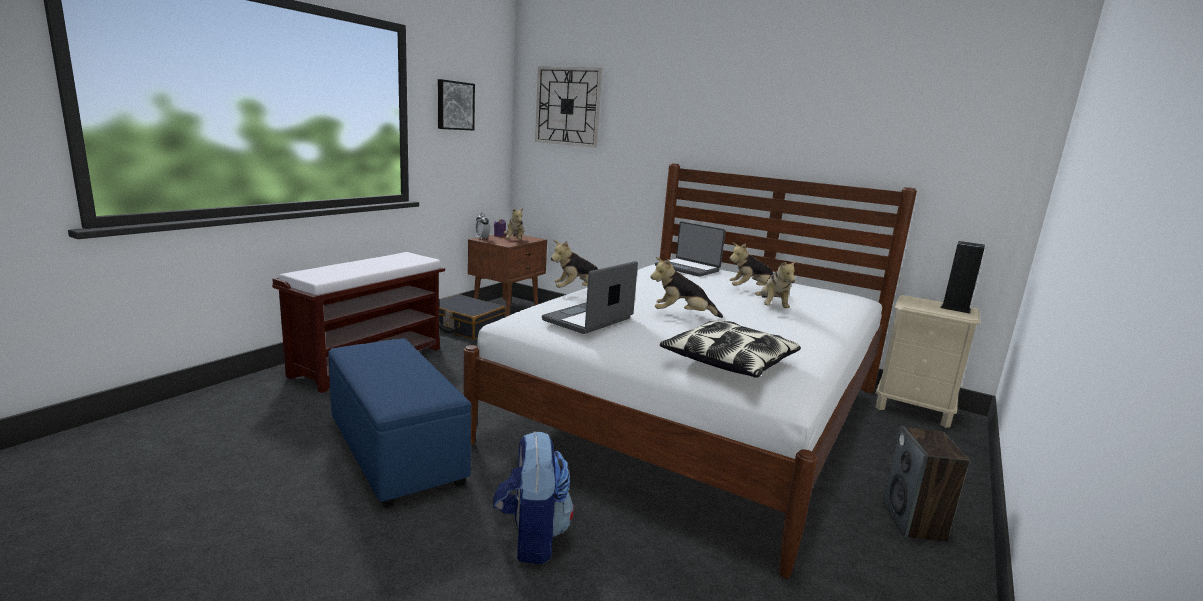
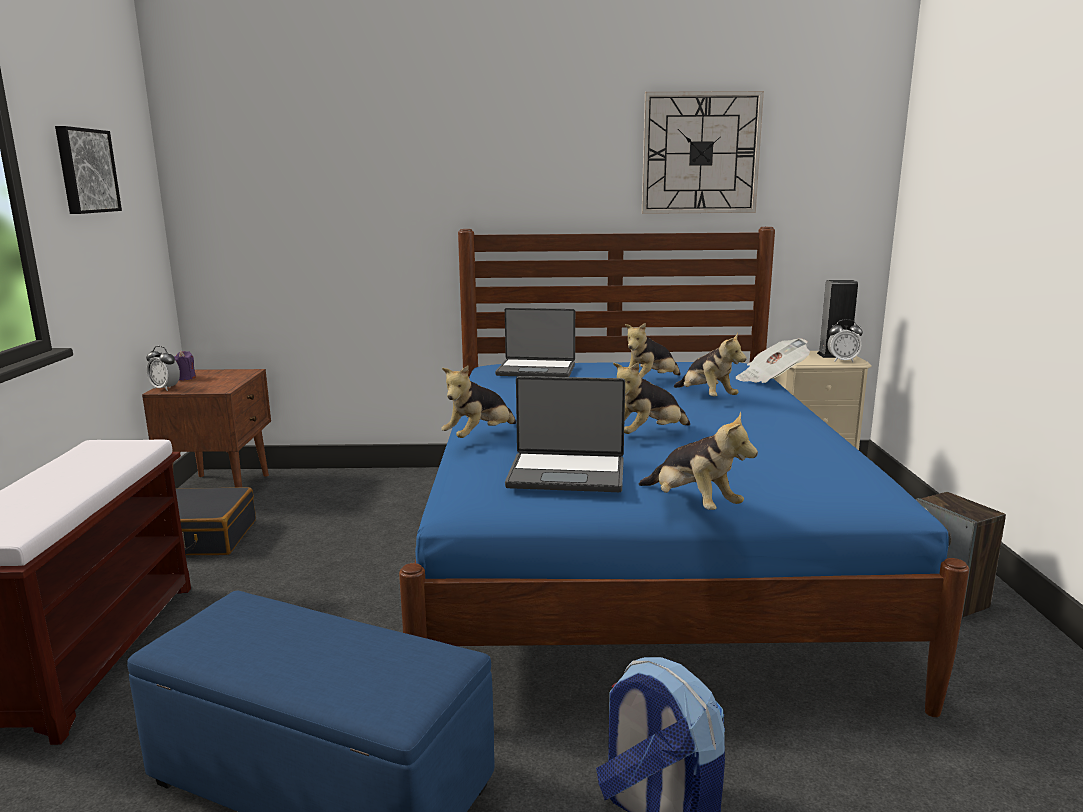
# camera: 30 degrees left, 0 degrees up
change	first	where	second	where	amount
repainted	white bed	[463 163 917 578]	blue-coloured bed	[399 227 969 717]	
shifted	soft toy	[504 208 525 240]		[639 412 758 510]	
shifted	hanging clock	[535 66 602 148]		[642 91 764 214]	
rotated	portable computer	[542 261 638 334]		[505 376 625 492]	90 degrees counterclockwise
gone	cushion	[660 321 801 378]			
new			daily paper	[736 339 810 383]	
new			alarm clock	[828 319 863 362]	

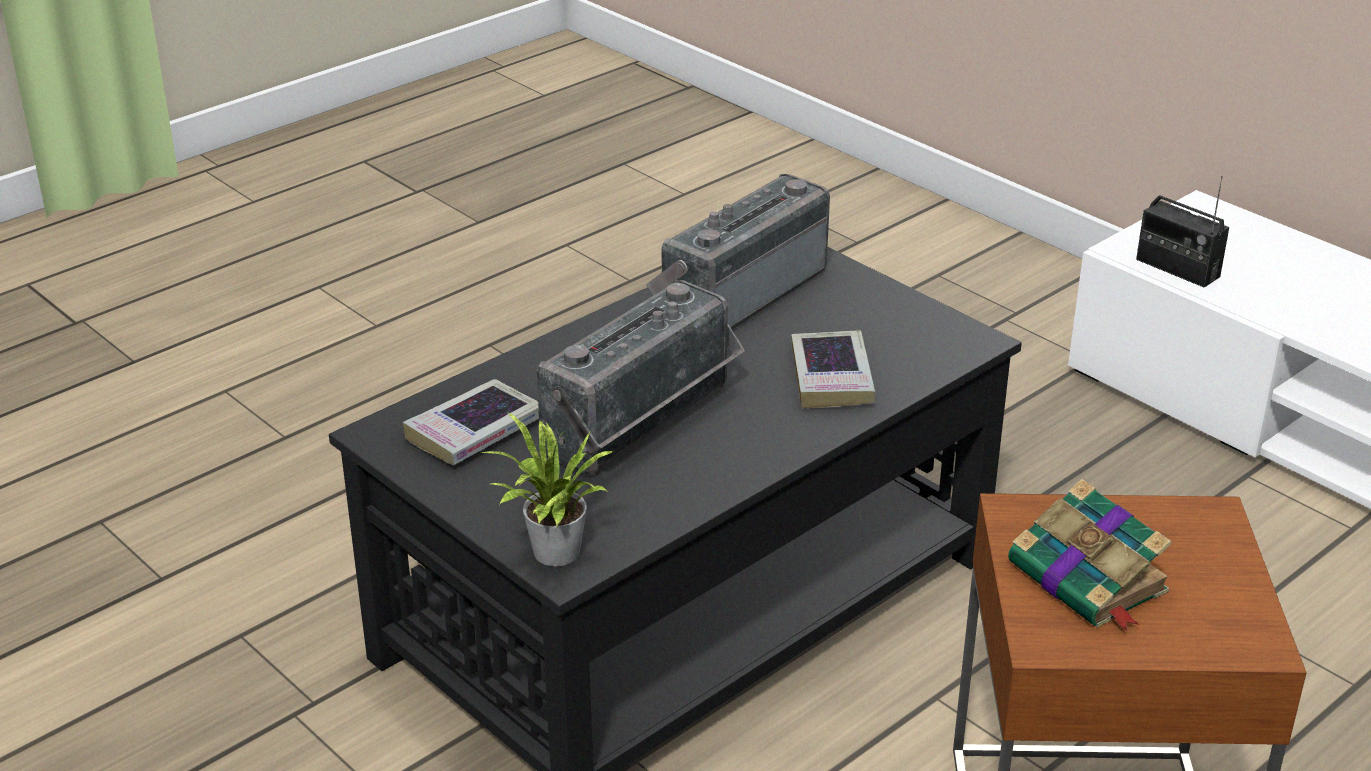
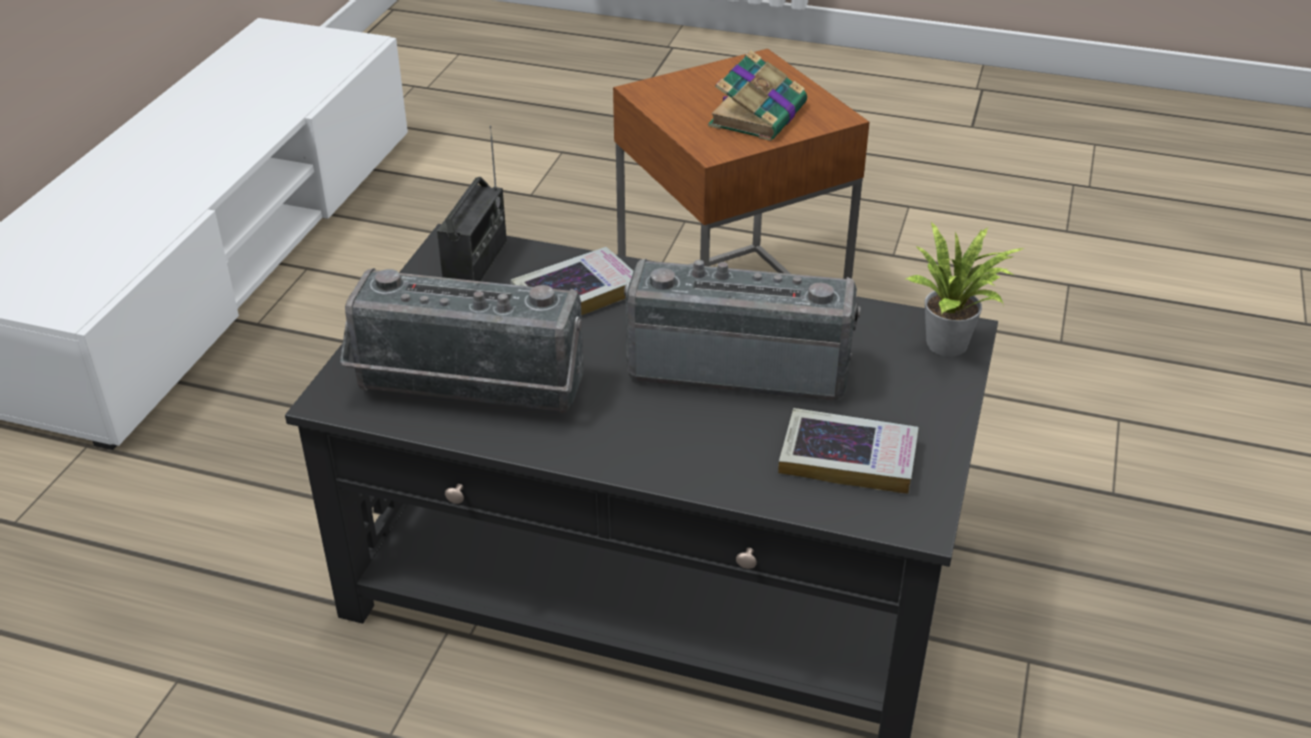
# camera: 120 degrees left, 5 degrees up
change	first	where	second	where	amount
shifted	radio receiver	[1136 176 1229 287]		[437 126 507 281]	

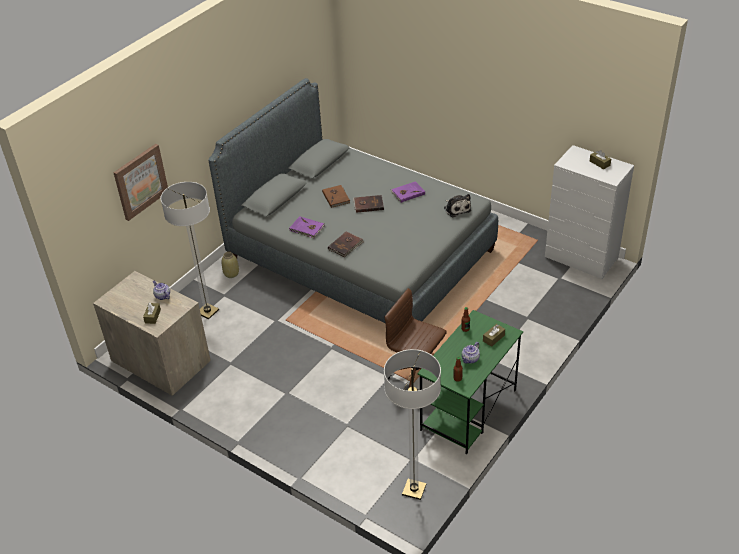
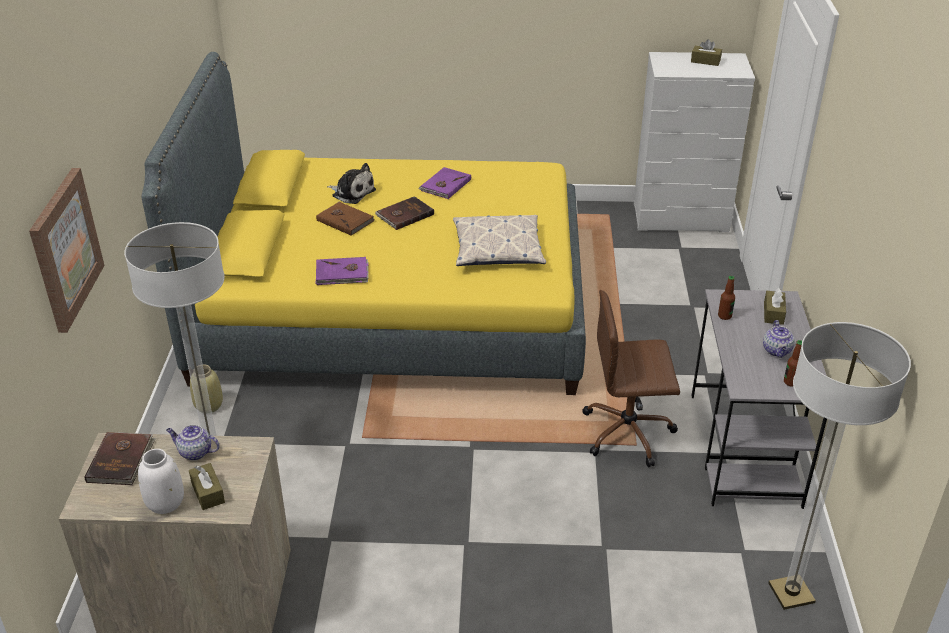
# camera: 35 degrees left, 5 degrees down
change	first	where	second	where	amount
repainted	greyish bed	[208 78 498 323]	yellow bed	[142 52 586 395]	
shifted	brownish volume	[328 232 364 257]		[85 432 156 485]	
repainted	greenish desk	[418 310 523 455]	greyish desk	[691 289 827 509]	
shifted	soft toy	[444 194 471 218]		[327 163 376 204]	
new			white flower vase	[138 449 184 514]	
new			cushion	[453 215 546 266]	

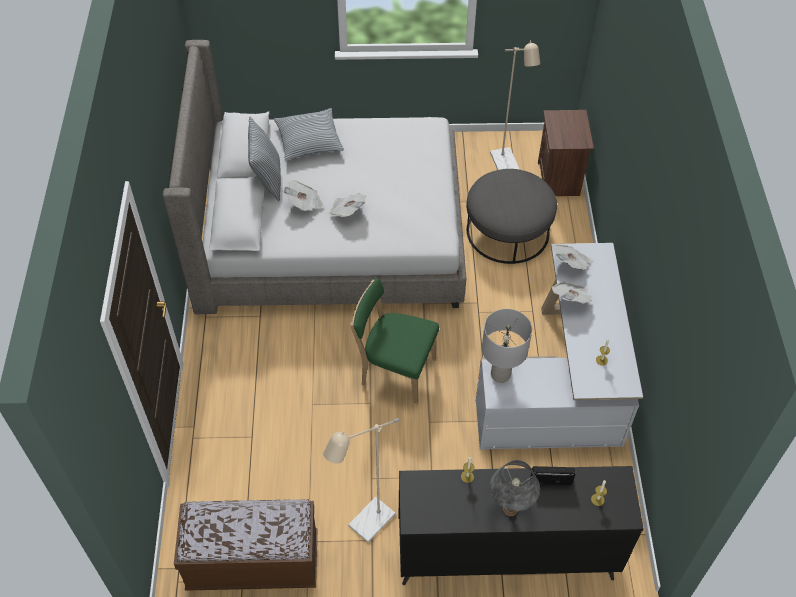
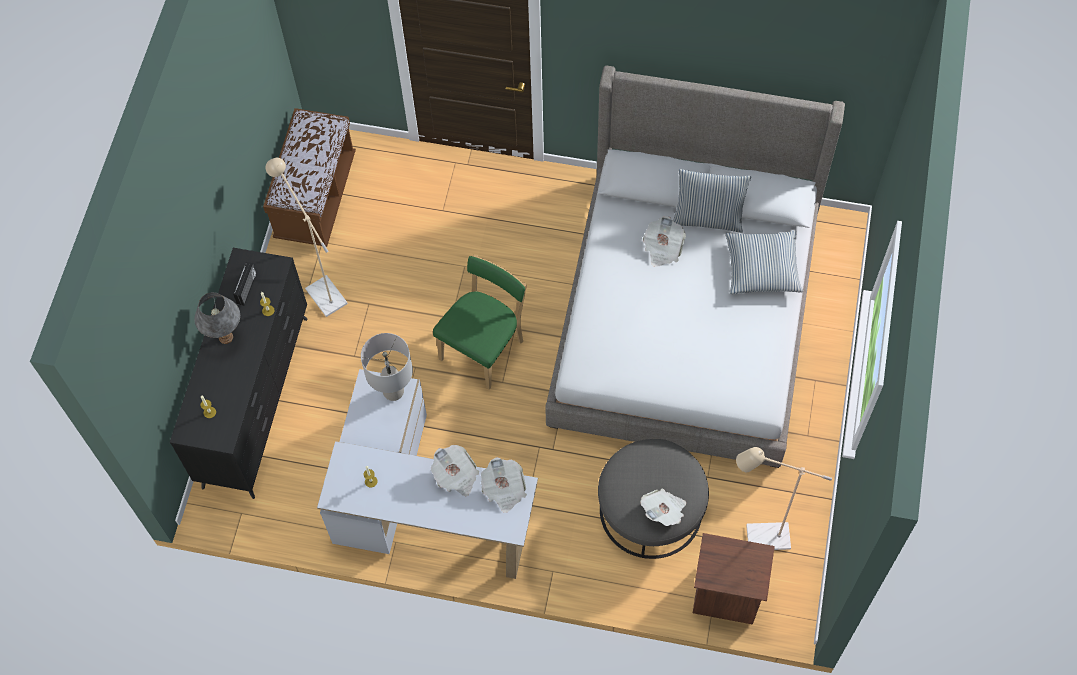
# camera: 105 degrees right, 10 degrees up
change	first	where	second	where	amount
shifted	daily paper	[329 193 367 217]		[641 489 686 526]	
shifted	radio receiver	[530 466 575 485]		[233 262 256 306]	

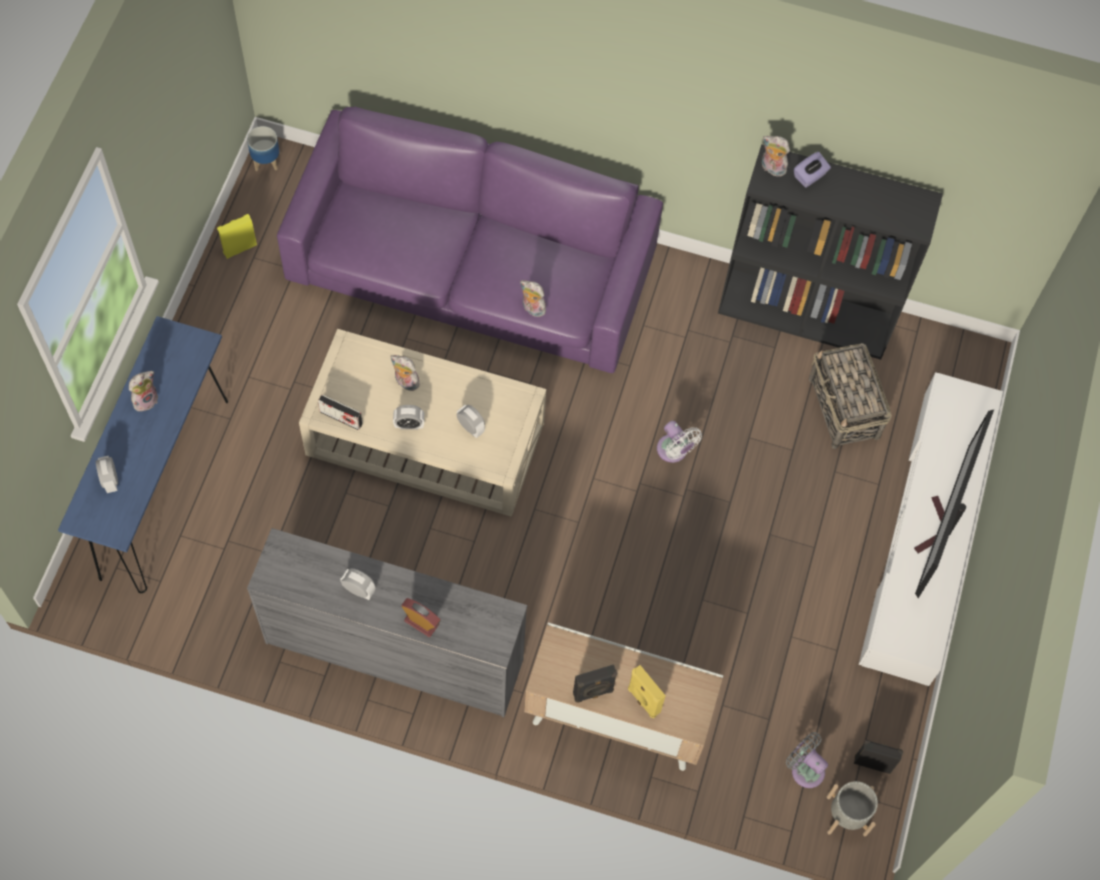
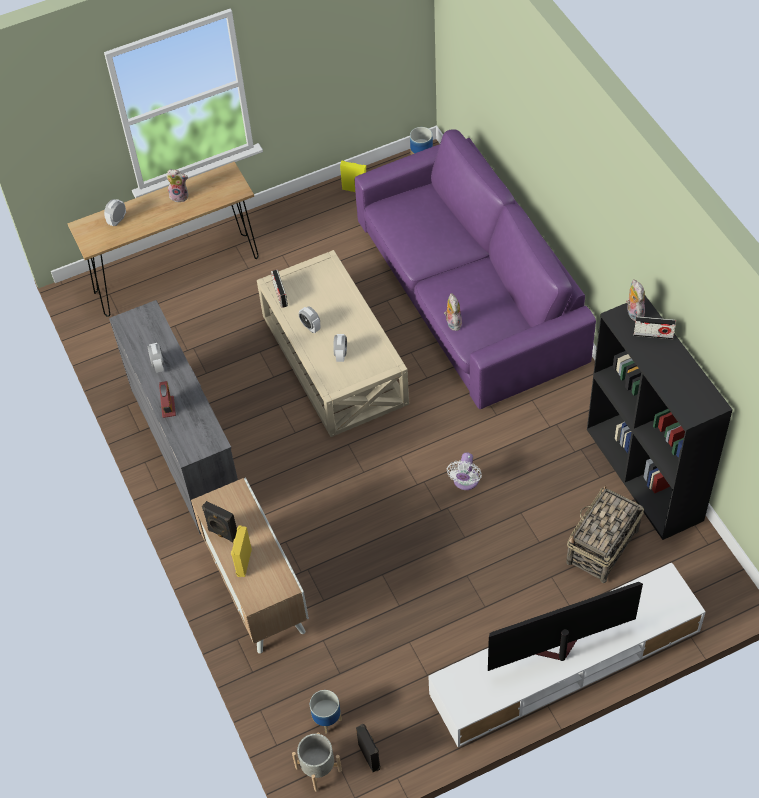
# camera: 55 degrees right, 10 degrees down
change	first	where	second	where	amount
repainted	blue-coloured console table	[58 316 228 593]	brownish console table	[68 162 259 317]	
gone	soft toy	[391 355 420 391]			
swapped	greyish fan	[786 732 828 788]	flower pot	[310 690 342 733]	
swapped	purple-coloured box of tissues	[794 152 831 188]	radio receiver	[634 316 676 339]	

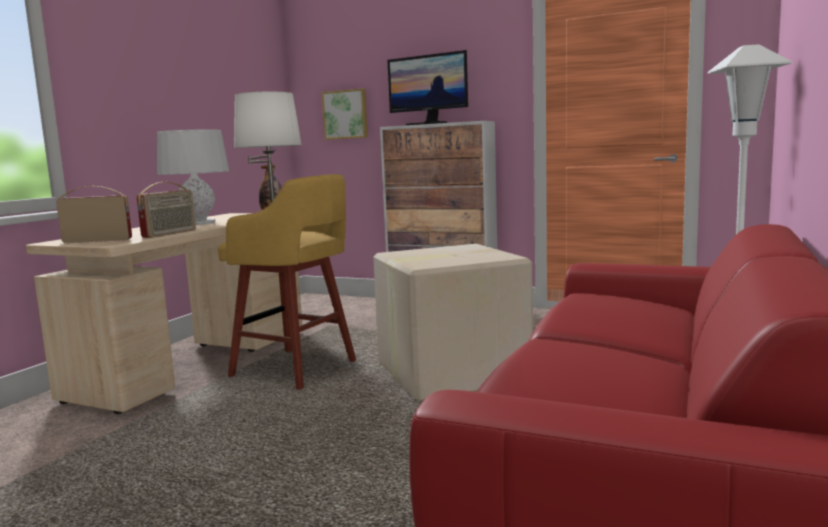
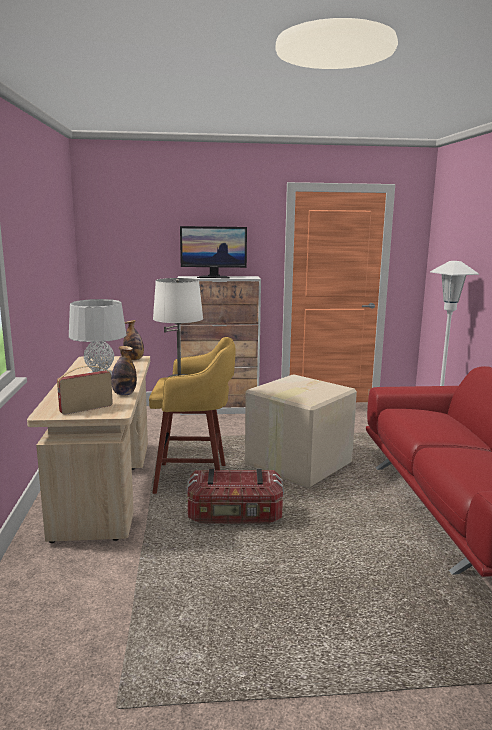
# camera: 30 degrees left, 5 degrees up
change	first	where	second	where	amount
swapped	radio receiver	[137 182 196 238]	drink bottle	[111 346 137 395]	
gone	wall picture	[322 89 368 140]			
new			storage box	[186 468 284 523]	

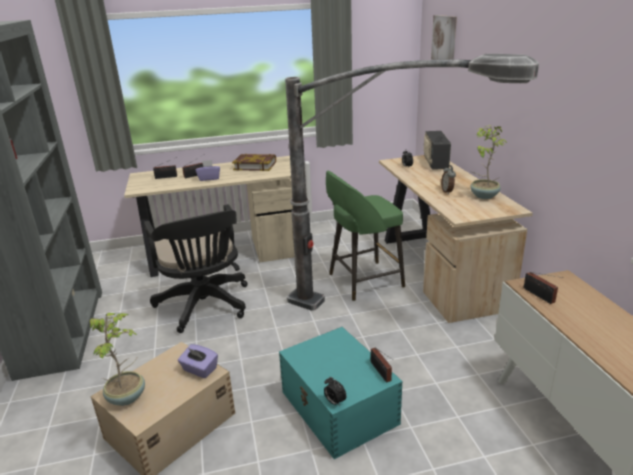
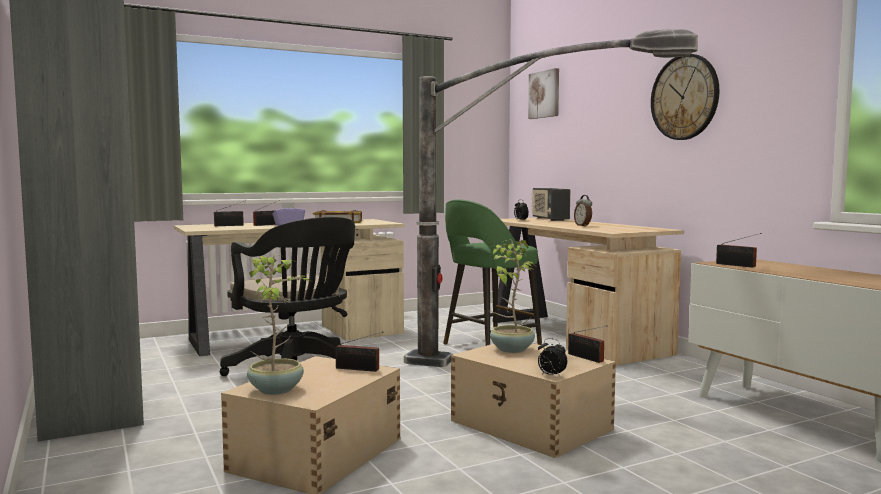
# camera: 15 degrees left, 20 degrees down
change	first	where	second	where	amount
swapped	purple-coloured box of tissues	[178 344 218 378]	radio receiver	[336 332 383 372]	
repainted	turquoise storage box	[279 327 403 459]	sand-coloured storage box	[451 343 616 458]	
shifted	plant in a pot	[470 125 507 199]		[490 240 535 353]	
new			hanging clock	[651 54 720 140]	

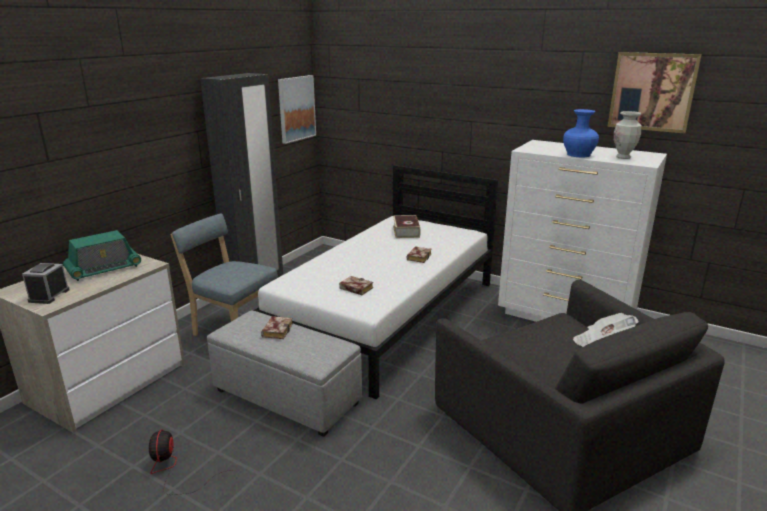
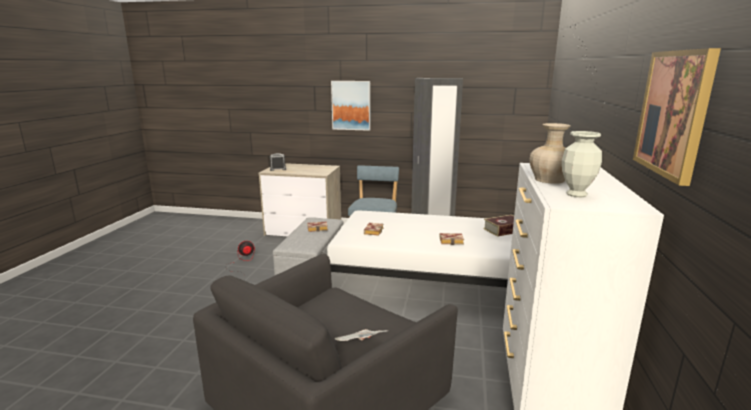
# camera: 70 degrees right, 5 degrees down
change	first	where	second	where	amount
gone	radio receiver	[63 230 141 281]			
shifted	wall picture	[278 75 316 144]		[331 81 370 131]	
repainted	blue-coloured flower vase	[563 109 599 157]	sand-coloured flower vase	[530 123 571 184]	

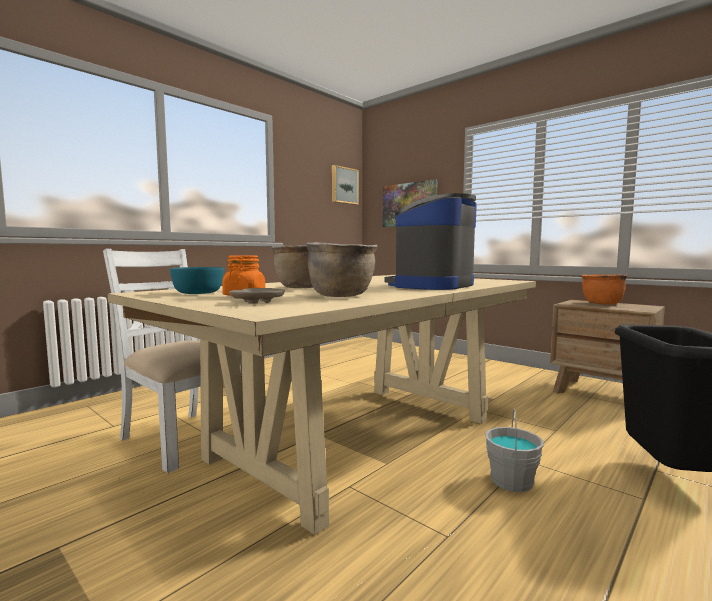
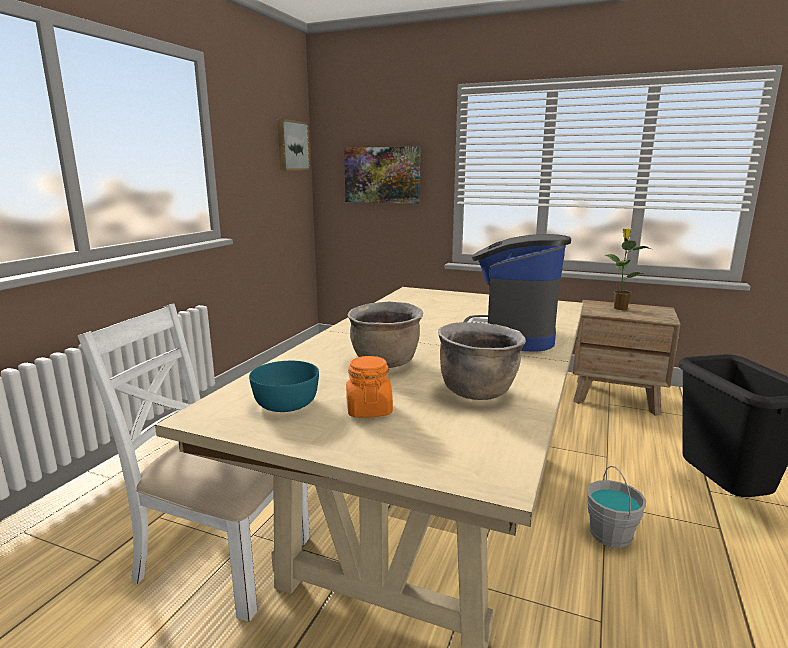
# camera: 20 degrees left, 10 degrees up
change	first	where	second	where	amount
gone	sand-coloured flat dish	[229 288 285 304]			
swapped	orange-coloured saucepot	[581 274 628 305]	plant in a pot	[605 228 651 310]	

